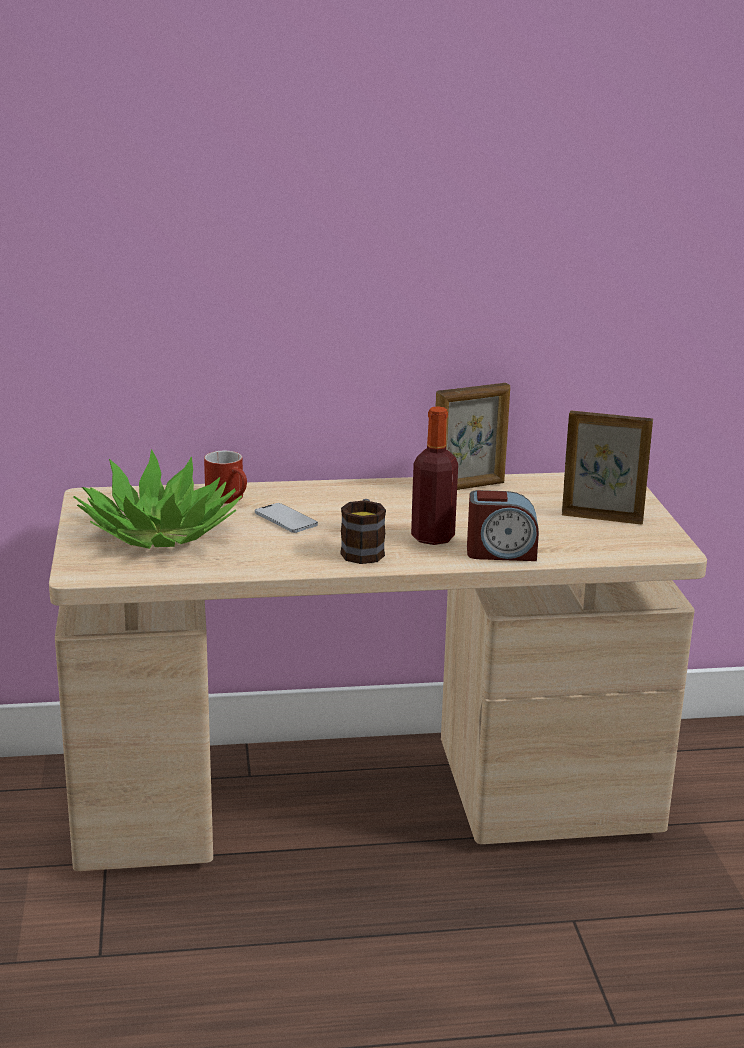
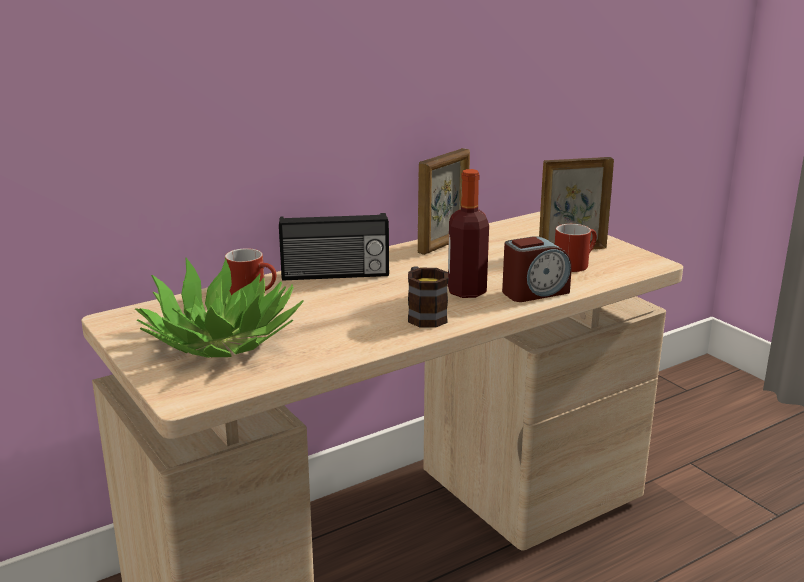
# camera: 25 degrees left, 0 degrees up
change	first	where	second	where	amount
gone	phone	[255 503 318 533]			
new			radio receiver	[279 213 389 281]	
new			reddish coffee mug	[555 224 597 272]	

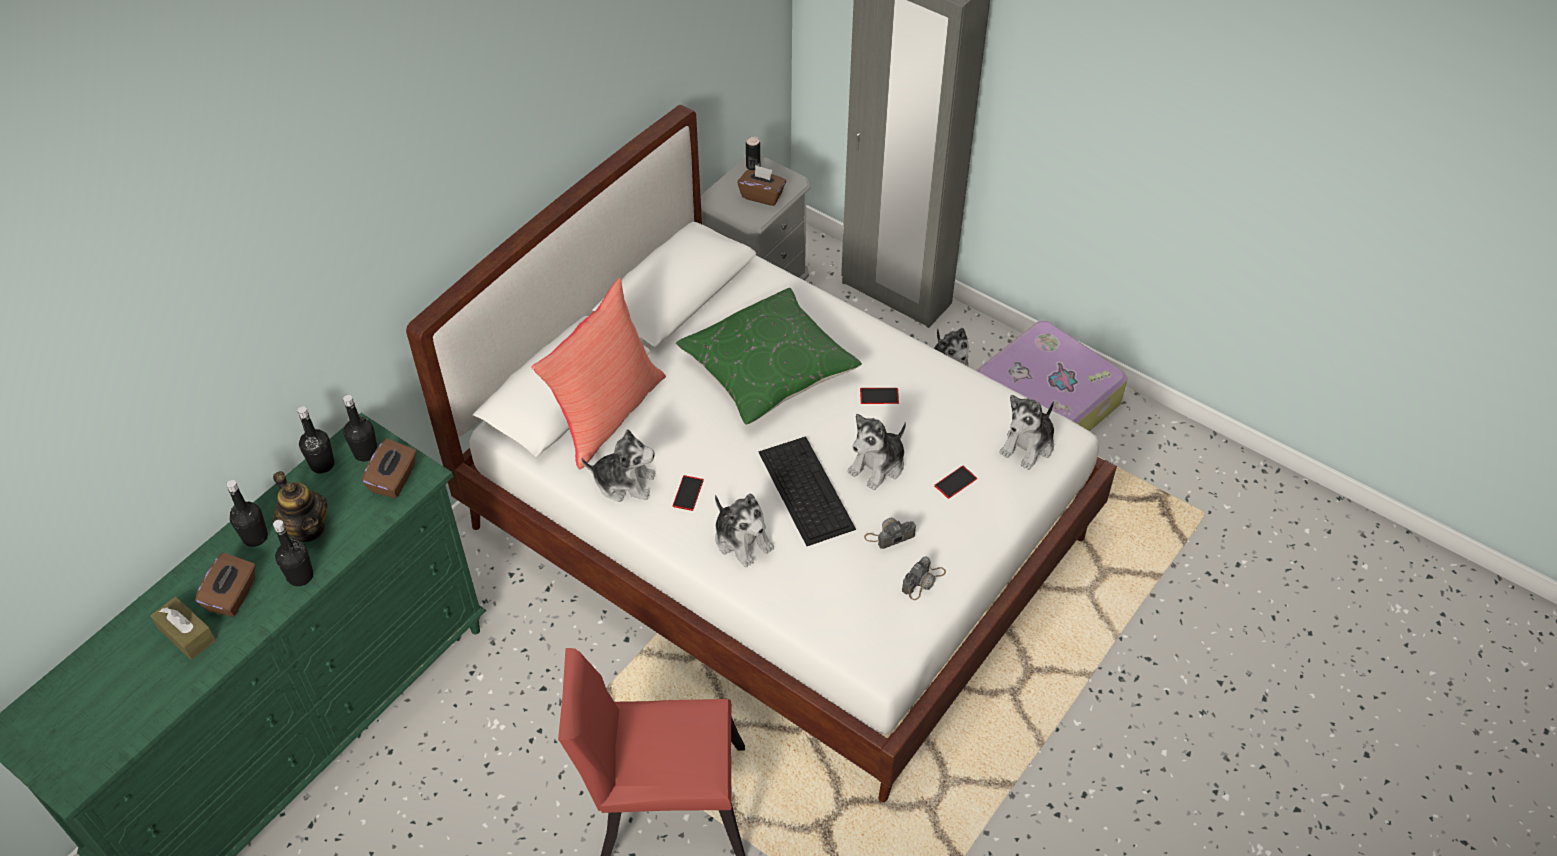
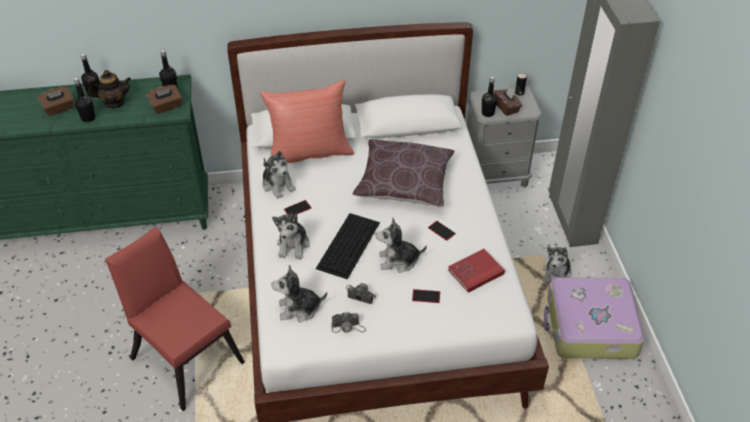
# camera: 45 degrees right, 5 degrees down
change	first	where	second	where	amount
gone	brownish box of tissues	[150 596 216 660]			
rotated	teapot	[273 471 328 542]		[88 70 131 108]	105 degrees counterclockwise
shifted	black drink bottle	[297 406 335 474]		[482 76 497 117]	
repainted	greenish cushion	[676 288 862 425]	brownish cushion	[353 139 454 207]	
shifted	soft toy	[999 395 1054 470]		[271 265 327 323]	
new			reddish volume	[448 249 505 293]	

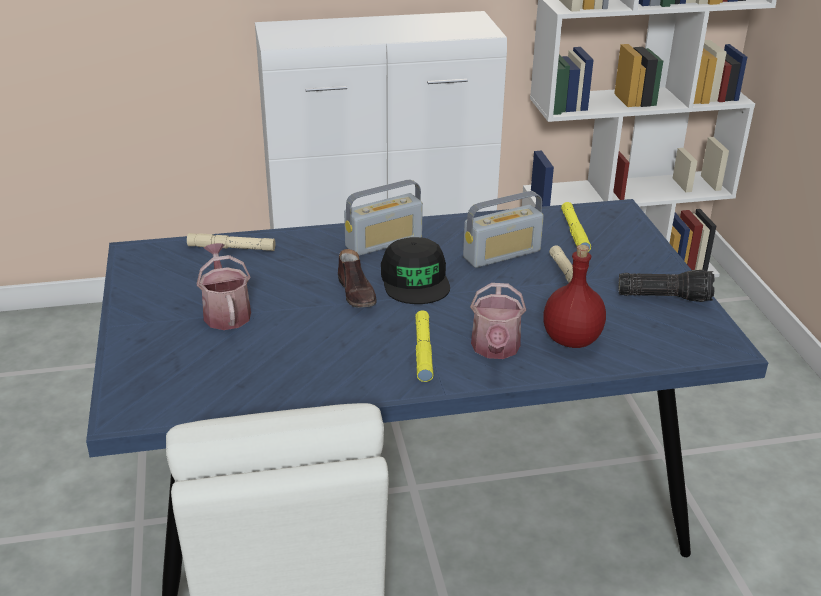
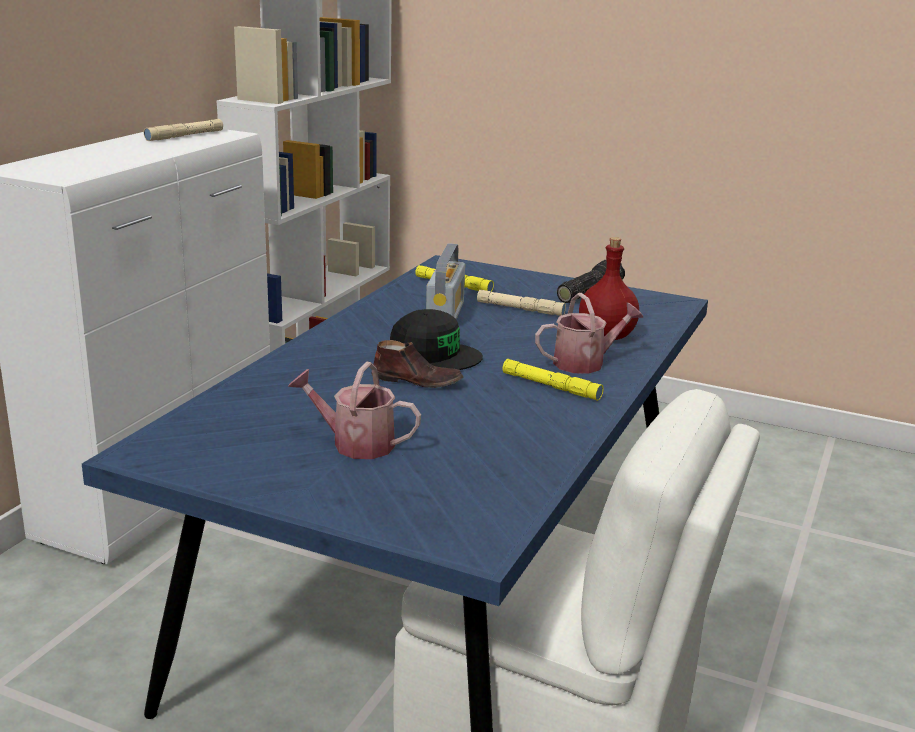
# camera: 55 degrees left, 10 degrees down
change	first	where	second	where	amount
shifted	sand-coloured hand torch	[187 233 275 251]		[144 119 223 141]	
gone	radio receiver	[344 179 423 256]			
rotated	sprinkling can	[470 283 526 359]		[535 293 644 374]	60 degrees counterclockwise

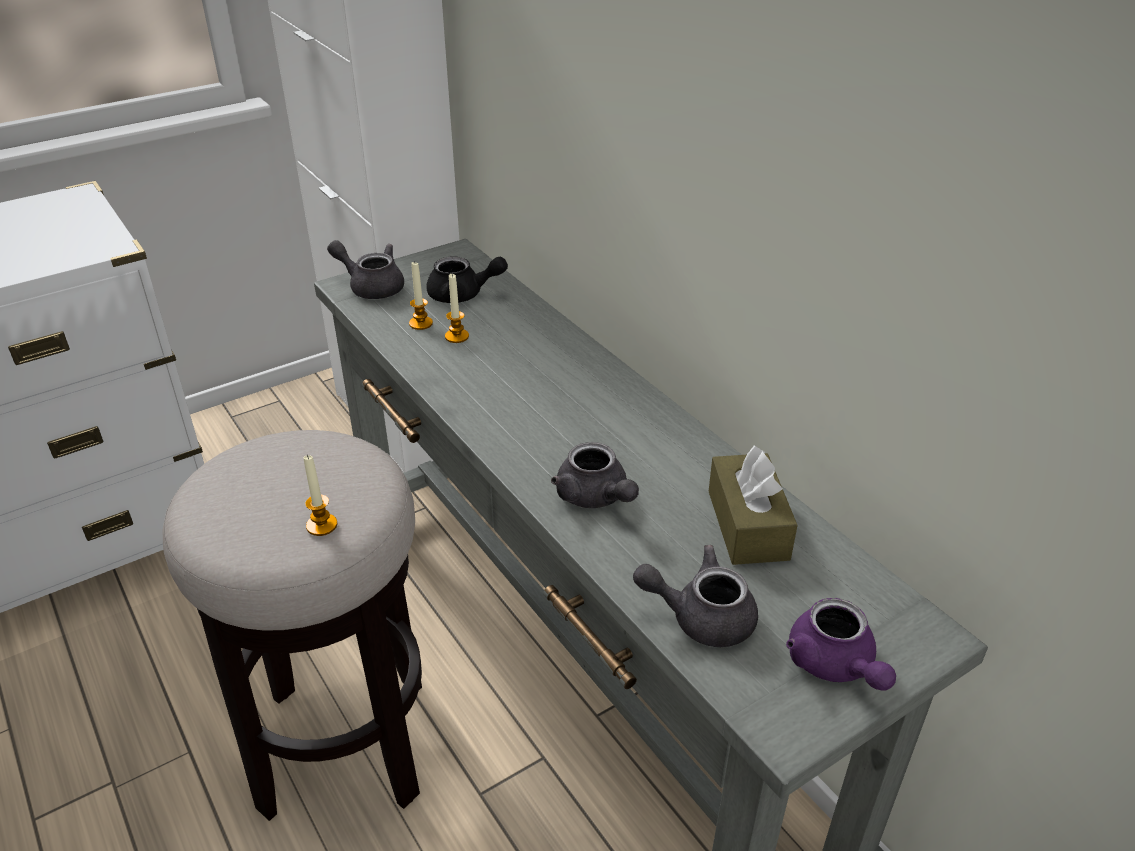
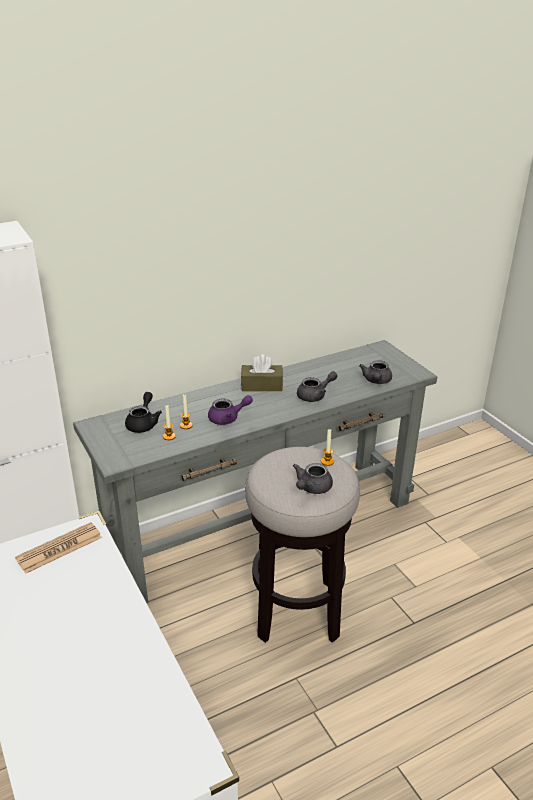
# camera: 85 degrees left, 5 degrees down
change	first	where	second	where	amount
shifted	greyish teapot	[327 240 404 299]		[293 463 333 494]	
shifted	brownish box of tissues	[709 446 798 565]		[241 354 283 391]	
shifted	purple-coloured teapot	[786 598 896 690]		[208 395 253 425]	
new			daily paper	[15 522 102 574]	

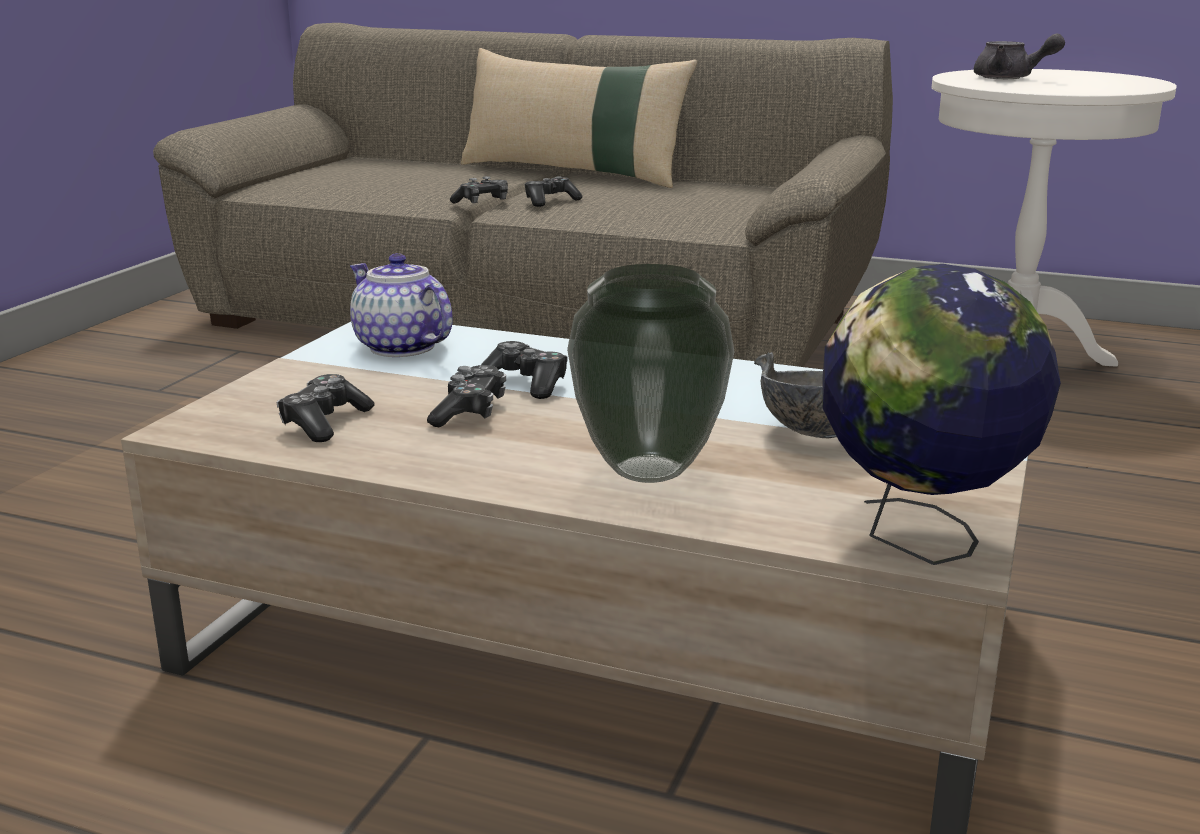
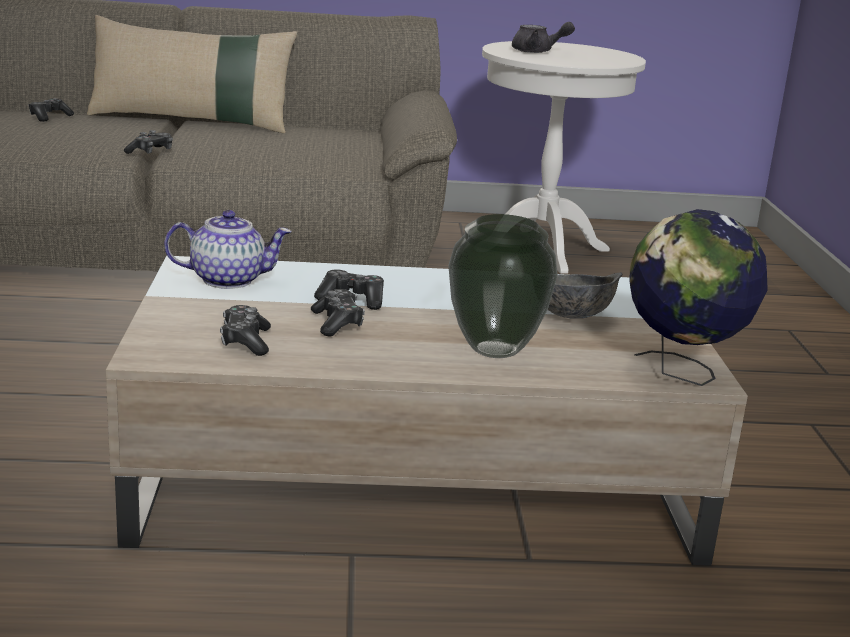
# camera: 25 degrees left, 0 degrees up
change	first	where	second	where	amount
rotated	teapot	[350 253 453 357]		[164 210 291 289]	150 degrees clockwise
shifted	game controller	[525 176 583 207]		[28 98 74 122]	

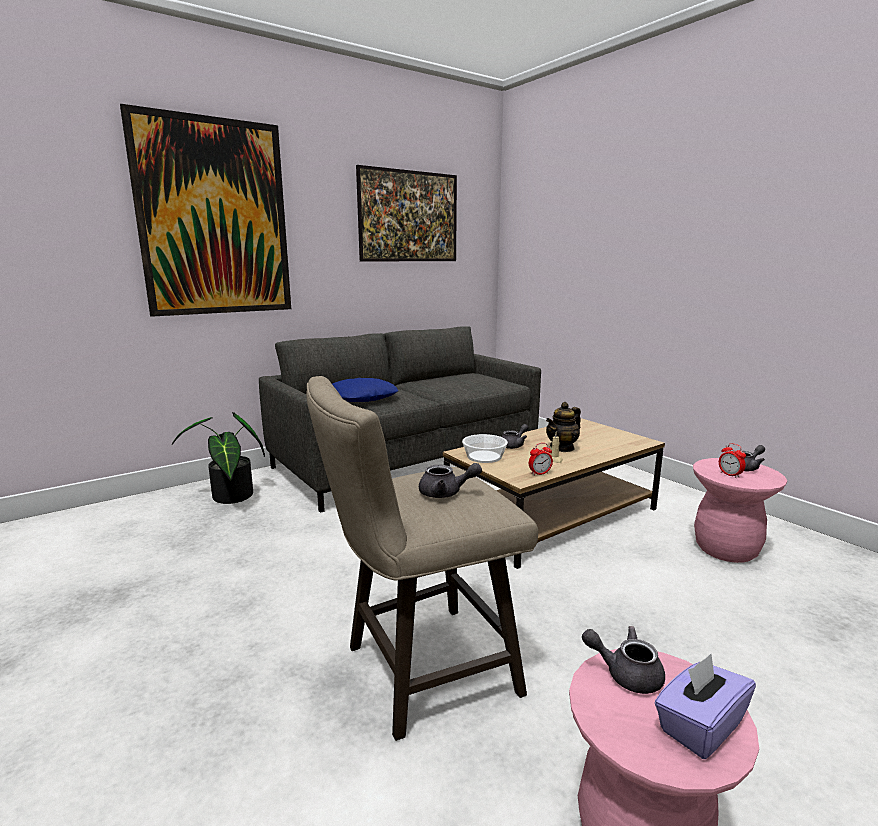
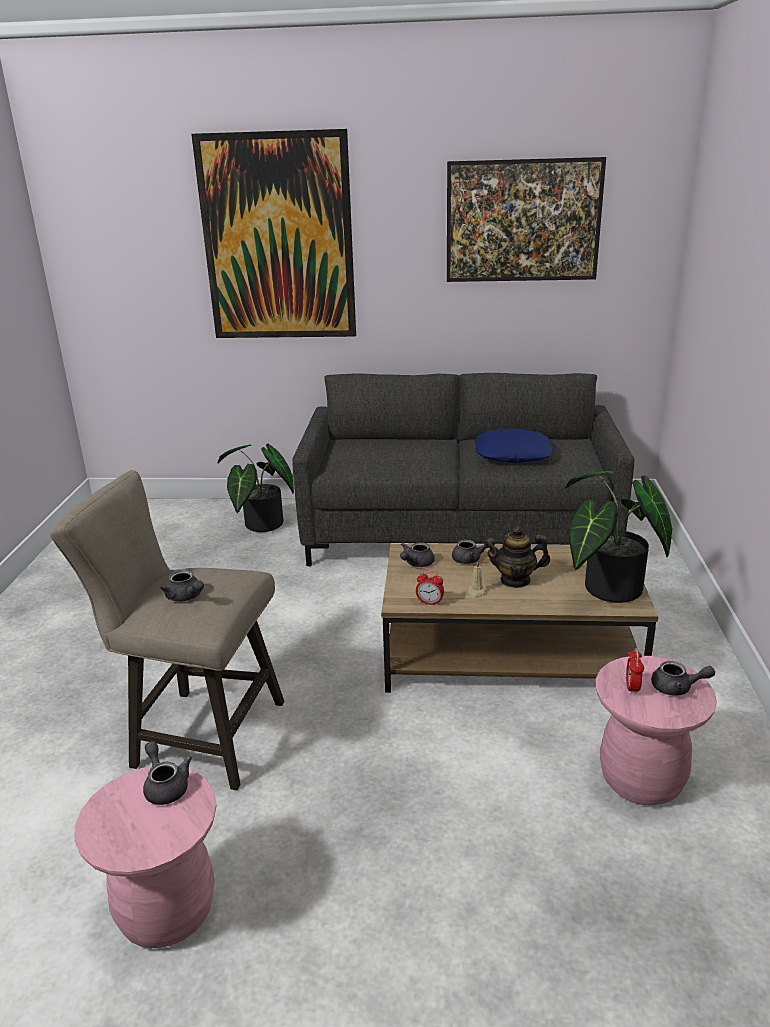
# camera: 40 degrees right, 10 degrees up
change	first	where	second	where	amount
shifted	blue-coloured cushion	[332 378 398 402]		[475 429 553 463]	
swapped	deep dish	[462 434 508 463]	greyish teapot	[400 542 435 567]	
gone	purple-coloured box of tissues	[655 654 756 759]			
new			plant in a pot	[565 471 672 603]	

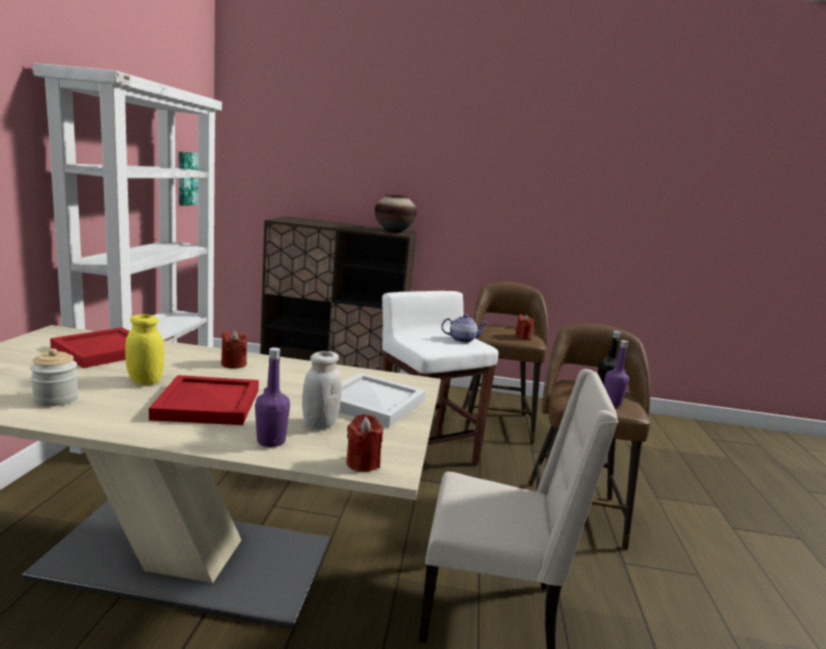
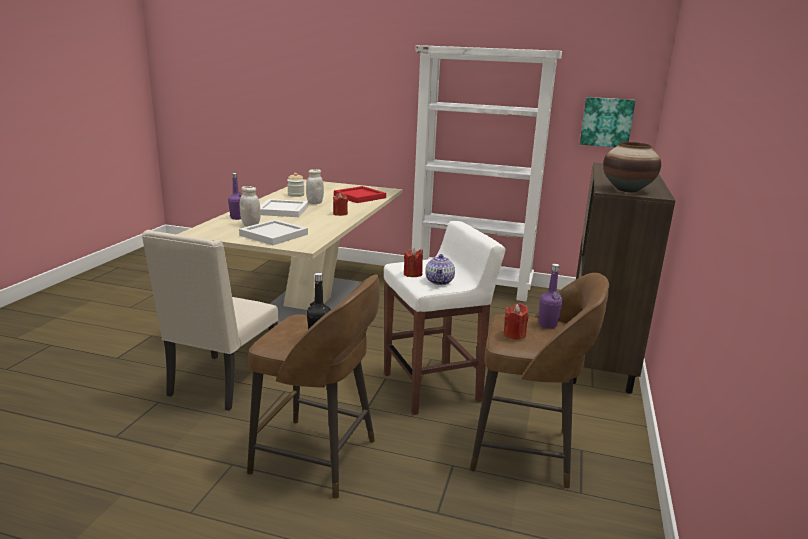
# camera: 100 degrees right, 5 degrees up
change	first	where	second	where	amount
repainted	yellow jar	[125 314 164 385]	white jar	[306 169 324 204]	
repainted	reddish carrying tray	[149 375 259 425]	white carrying tray	[260 199 308 217]	
shifted	reddish wax light	[346 414 383 472]		[404 248 423 277]	
shifted	purple-coloured drink bottle	[604 340 629 406]		[539 264 563 328]	

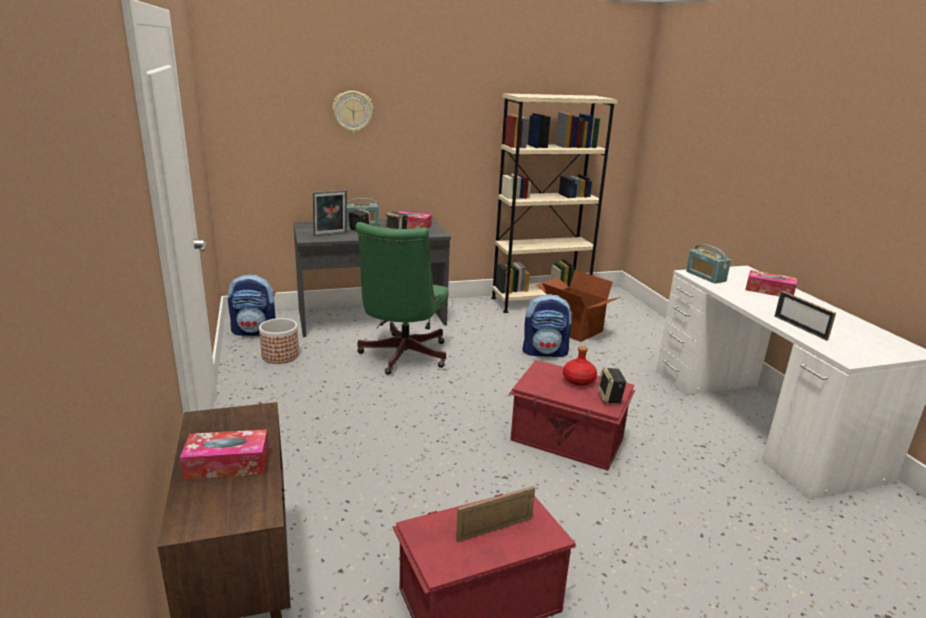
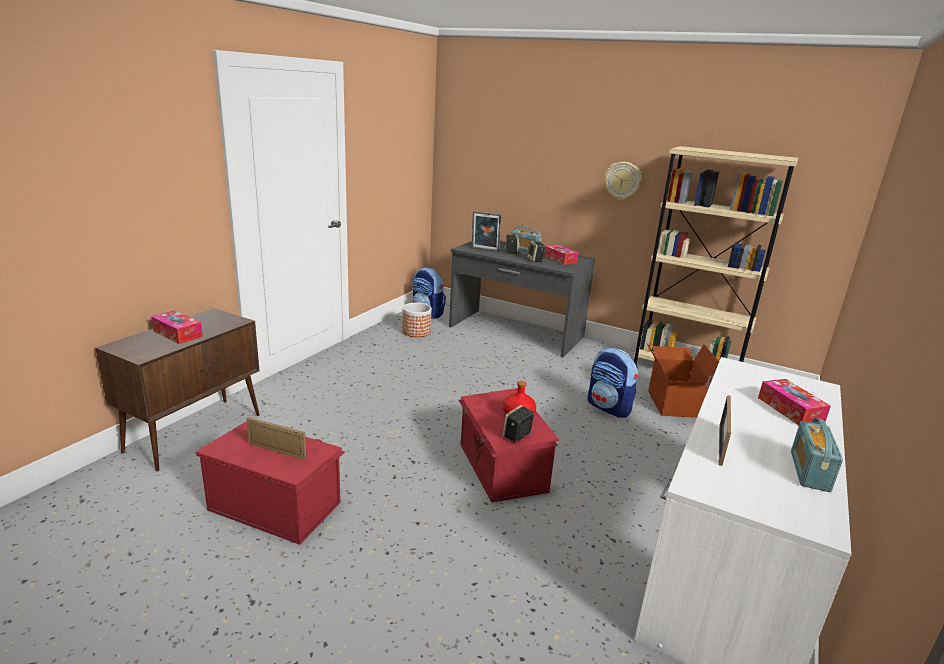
# camera: 45 degrees right, 0 degrees up
change	first	where	second	where	amount
shifted	hanging clock	[332 91 373 133]		[605 162 642 200]	
gone	greenish computer chair	[356 222 449 375]			
shifted	radio receiver	[686 244 731 284]		[791 418 843 492]	

